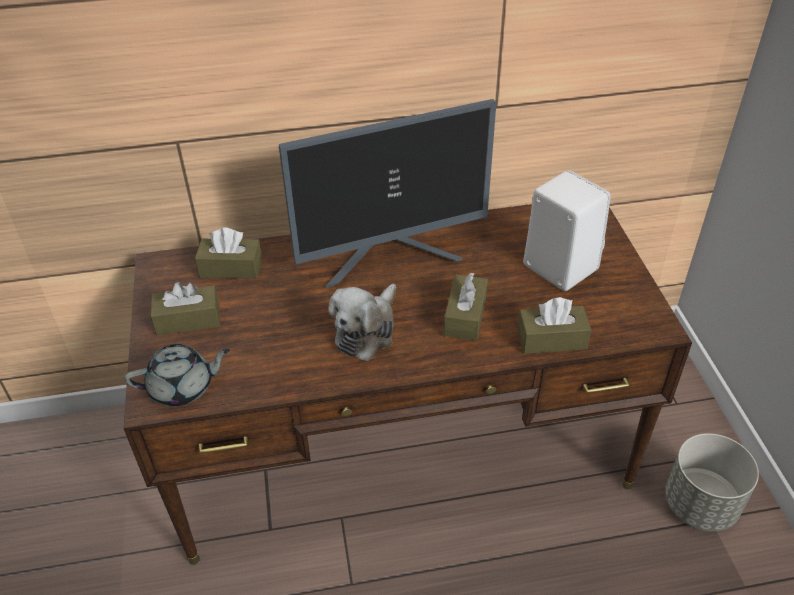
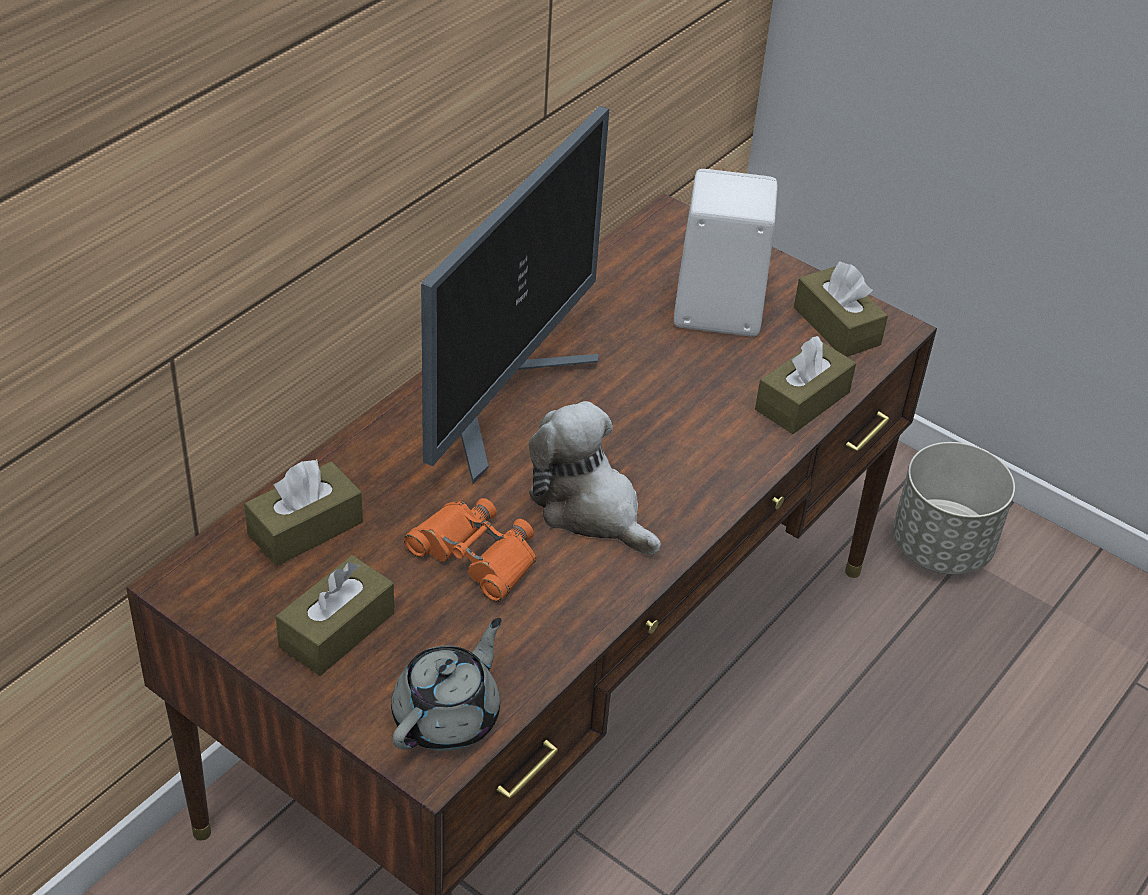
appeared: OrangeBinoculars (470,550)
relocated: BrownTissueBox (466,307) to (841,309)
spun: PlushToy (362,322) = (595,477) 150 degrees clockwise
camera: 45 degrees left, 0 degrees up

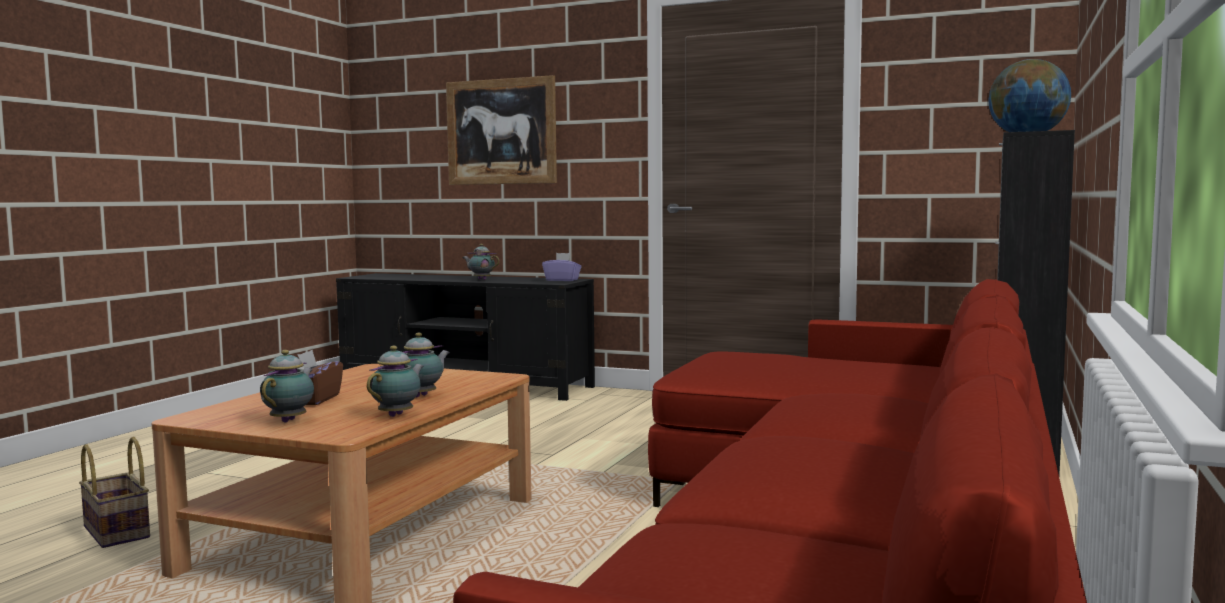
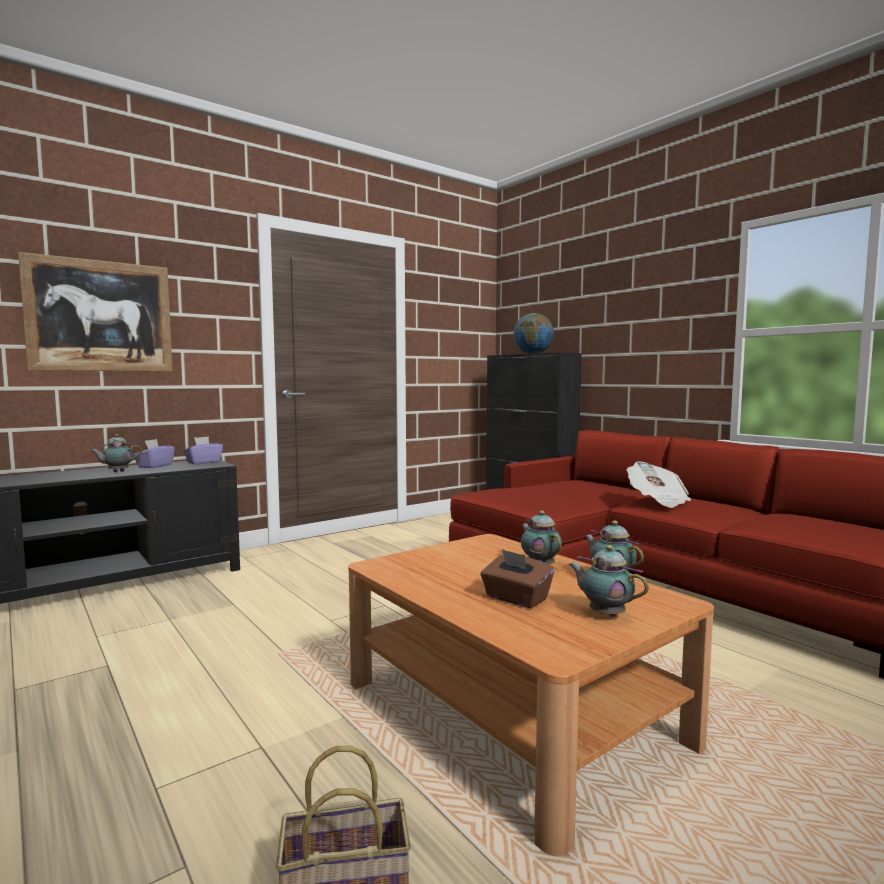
appeared: PurpleTissueBox (154,453); Newspaper (659,484)
camera: 60 degrees left, 0 degrees up

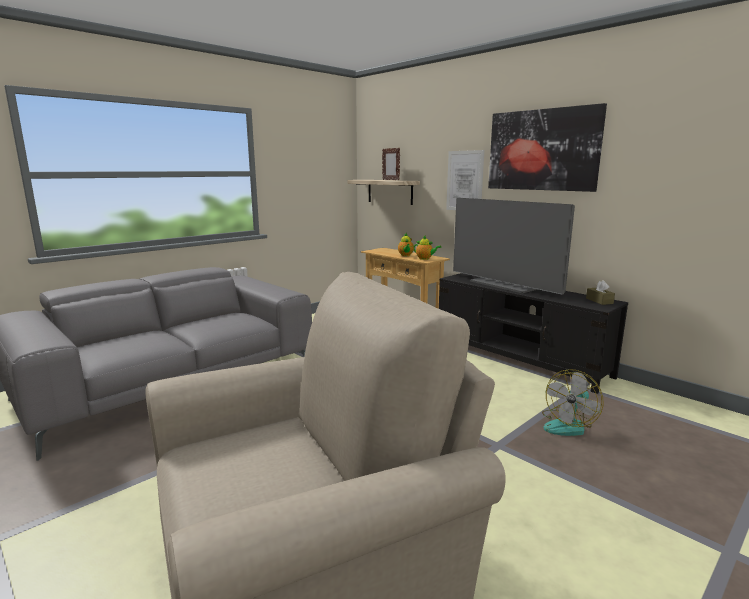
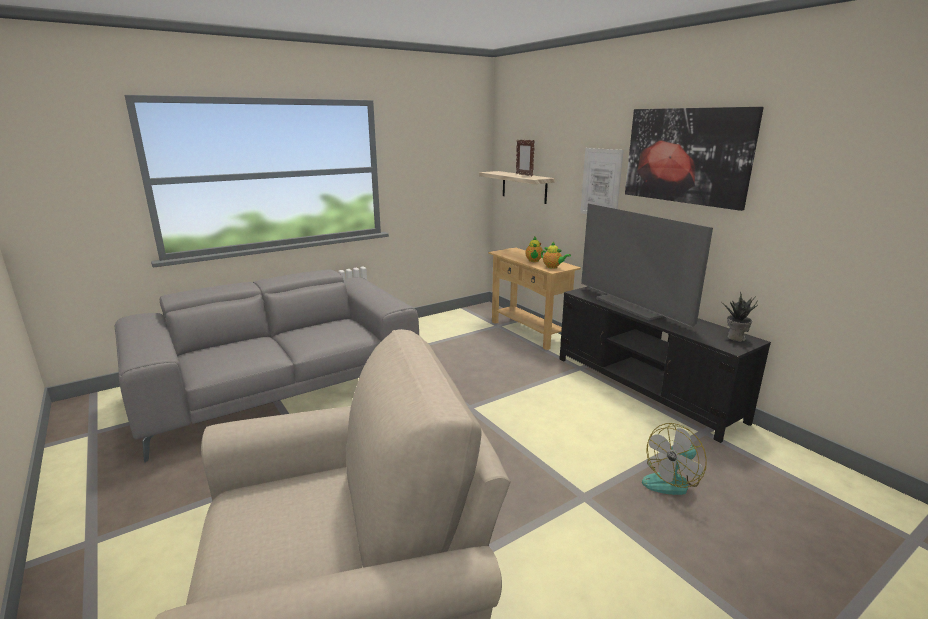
exchanged: BrownTissueBox (600,293) to PottedPlant (740,316)
camera: 10 degrees right, 5 degrees up

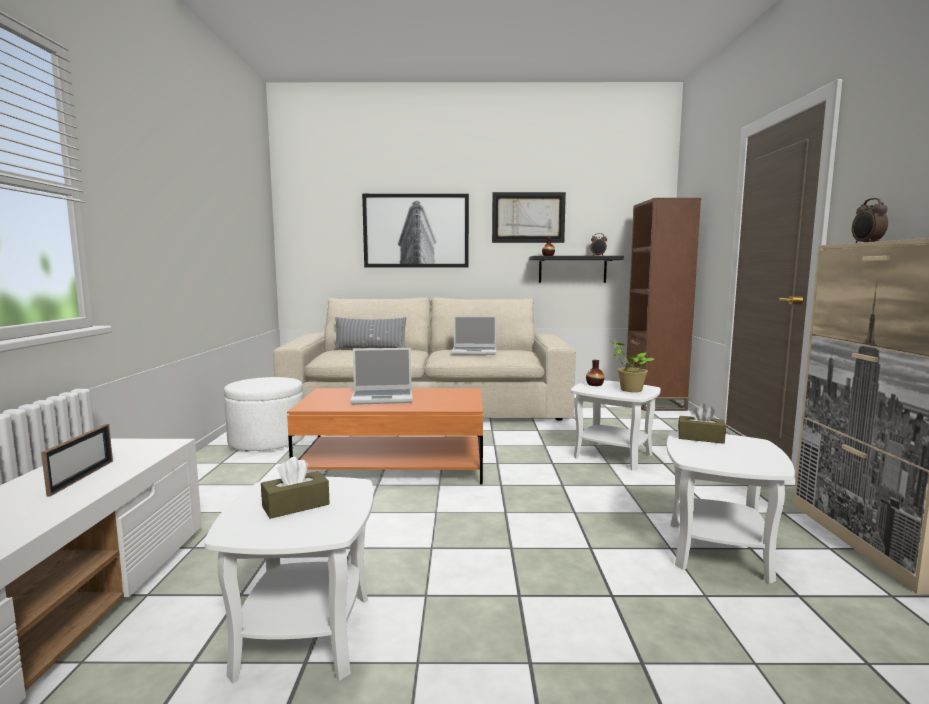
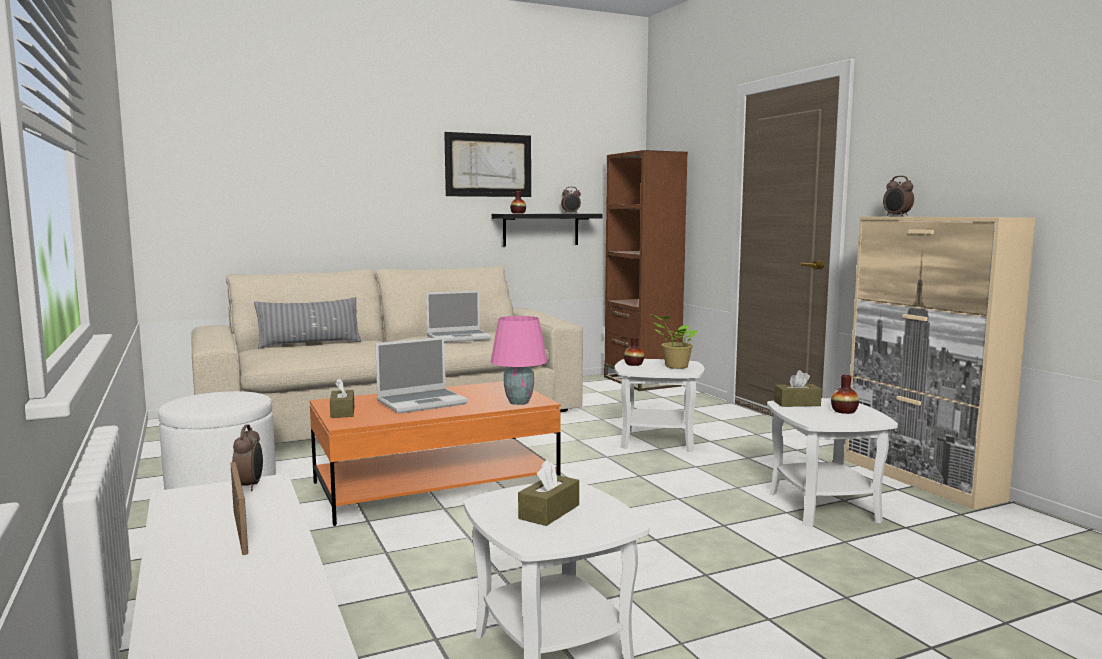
missing: Picture (415,230)
appeared: AlarmClock (247,457); BrownTissueBox (342,398); PinkTableLamp (519,360); Vase (845,394)
camera: 25 degrees left, 0 degrees up

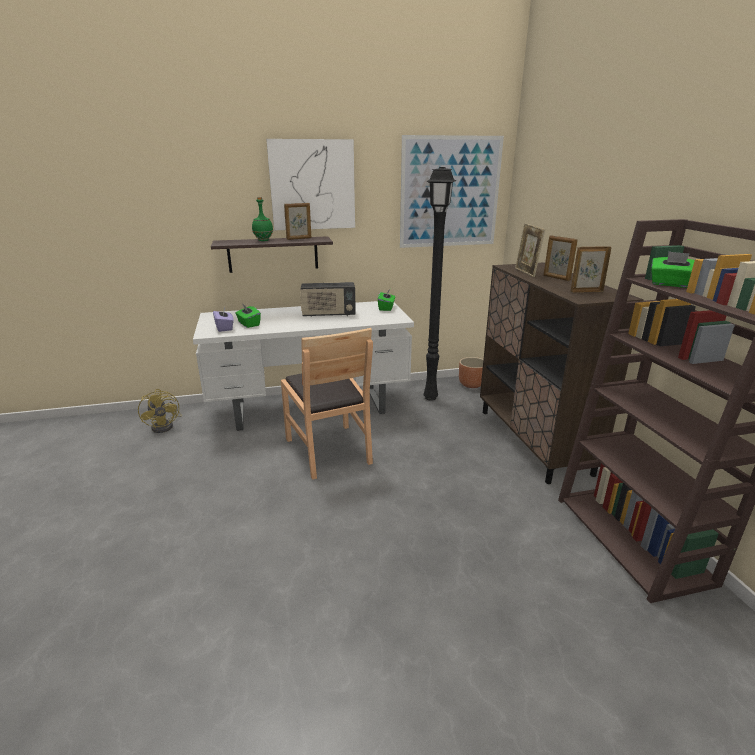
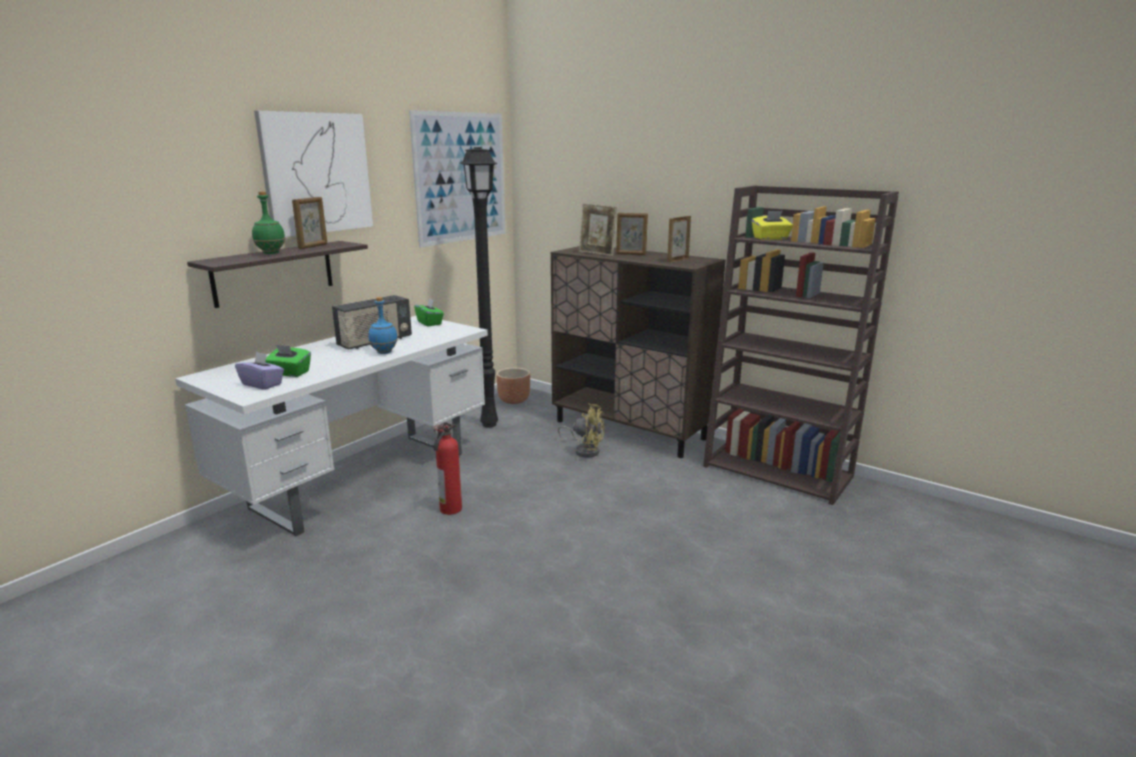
appeared: BlueBottle (383,325)
relocated: YellowFan (160,411) to (581,430)
exchanged: BrownChair (327,404) to FireExtinguisher (448,468)
colour: GreenTissueBox (673,269) to YellowTissueBox (772,225)
camera: 40 degrees left, 5 degrees down

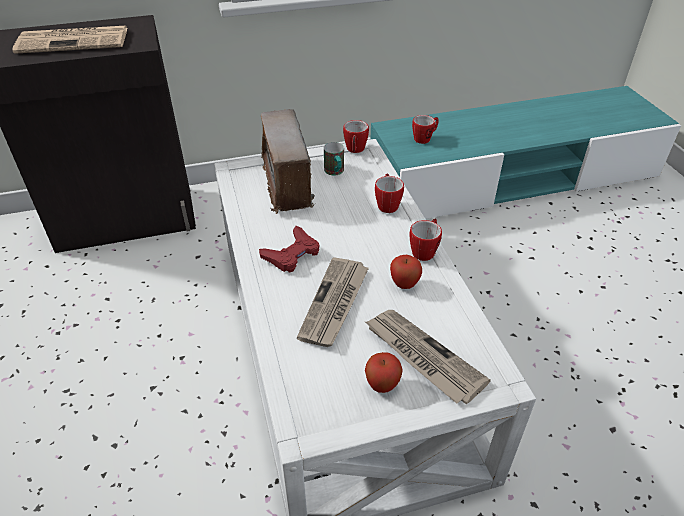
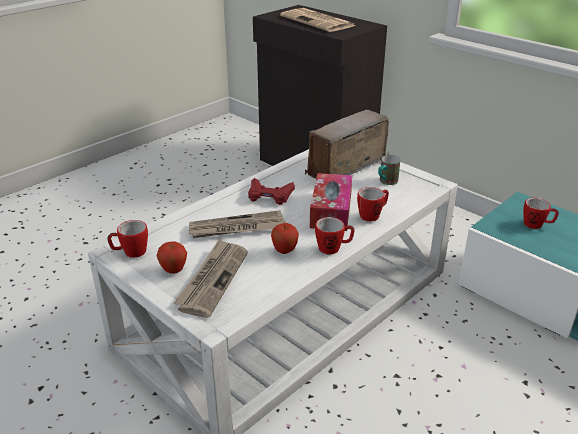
appeared: TissueBox (331,202)
relocated: Mug (356,136) to (127,239)
camera: 60 degrees right, 10 degrees down

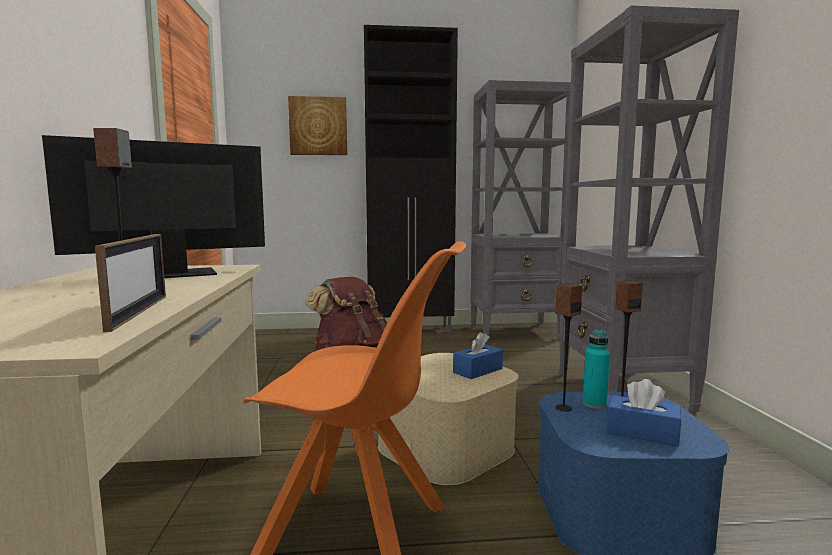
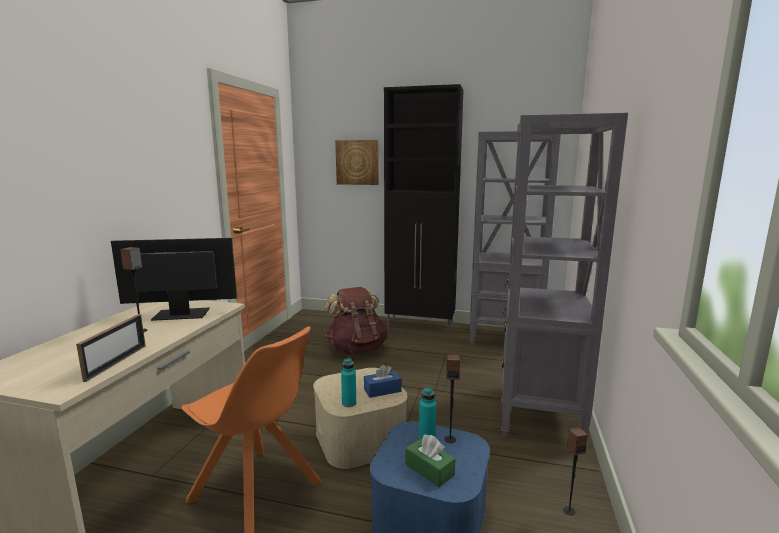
appeared: TurquoiseBottle (348,382)
relocated: Speaker (568,347) to (575,471)
colour: BlueTissueBox (644,413) to GreenTissueBox (430,461)
camera: 20 degrees right, 5 degrees up

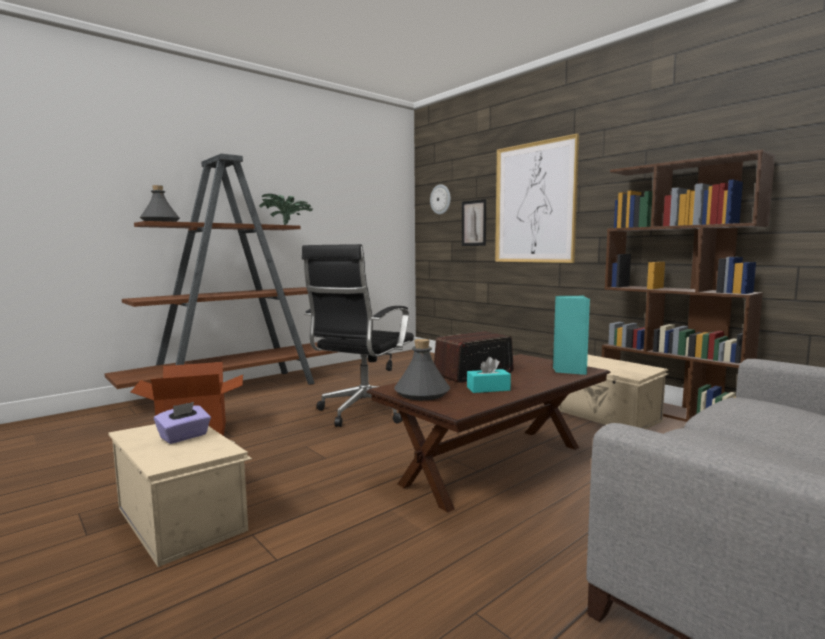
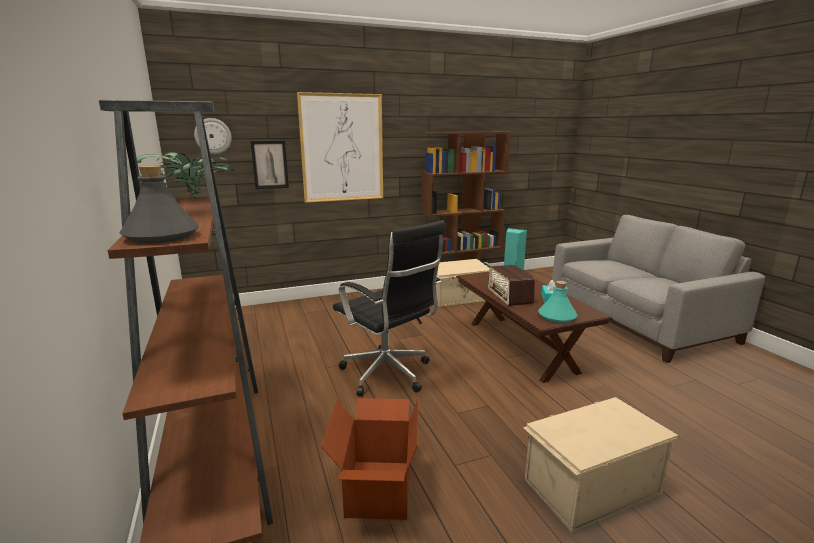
missing: PurpleTissueBox (182,423)
colour: GreyBottle (422,369) to TurquoiseBottle (557,302)
camera: 70 degrees left, 10 degrees up

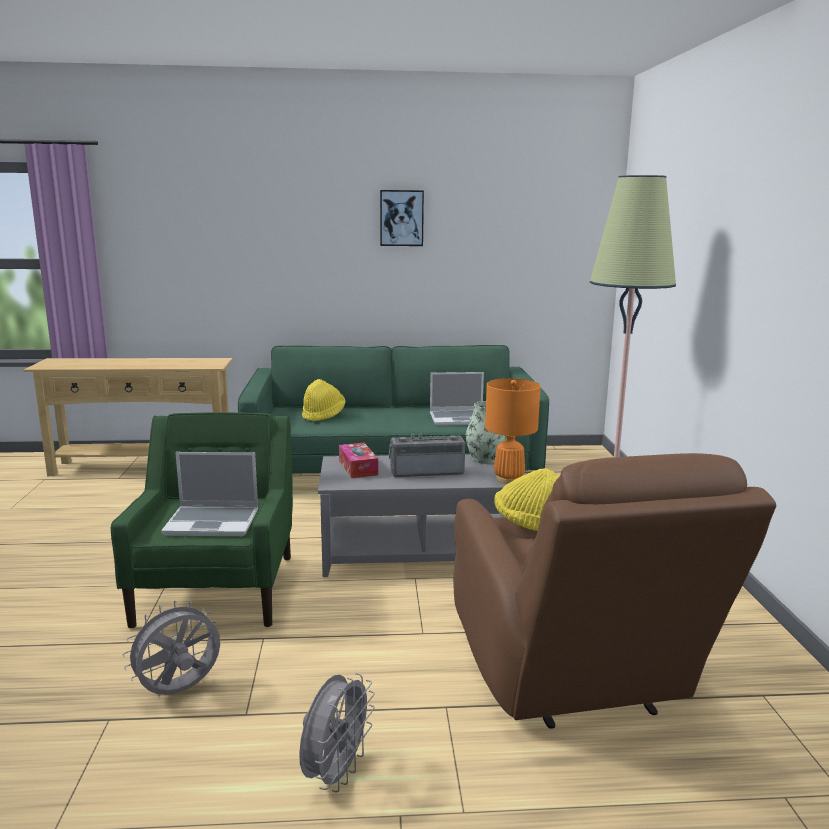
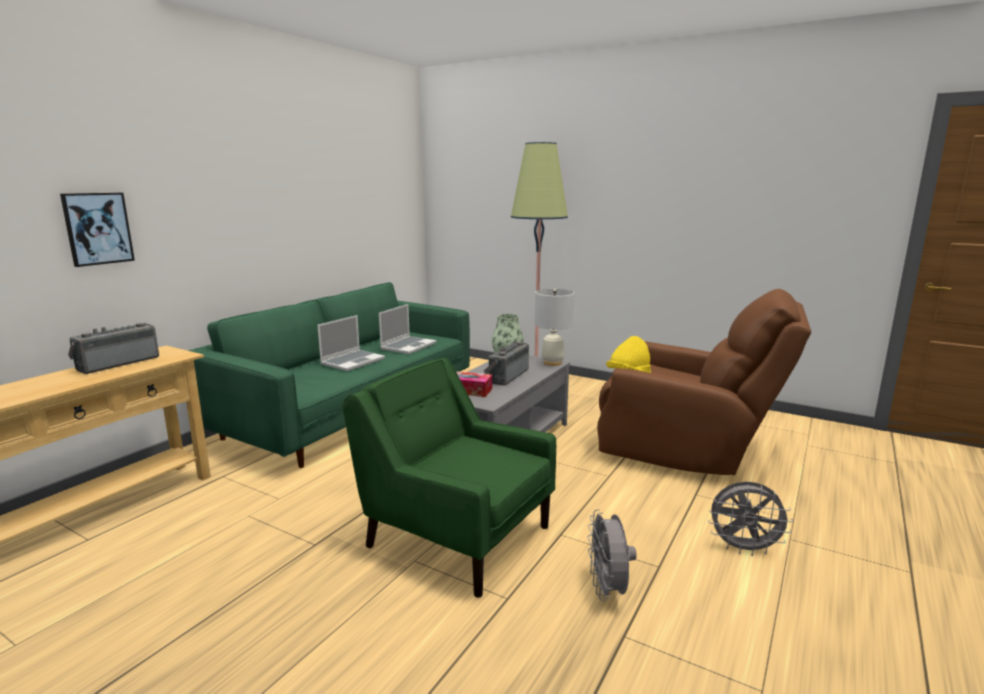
missing: YellowHat (324,400)
appeared: Radio (113,348)
relocated: Picture (402,218) to (97,230); Laptop (209,494) to (351,343)
colour: OrangeTableLamp (513,431) to WhiteTableLamp (554,327)
spun: GreyFan (337,732) = (751,519) 135 degrees clockwise
camera: 55 degrees left, 0 degrees up

